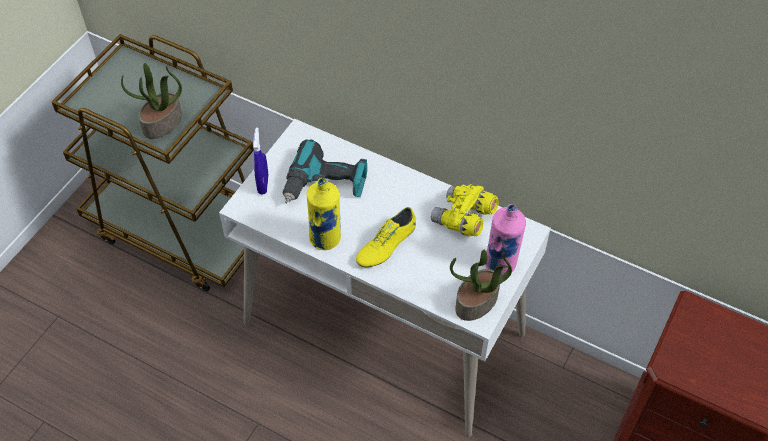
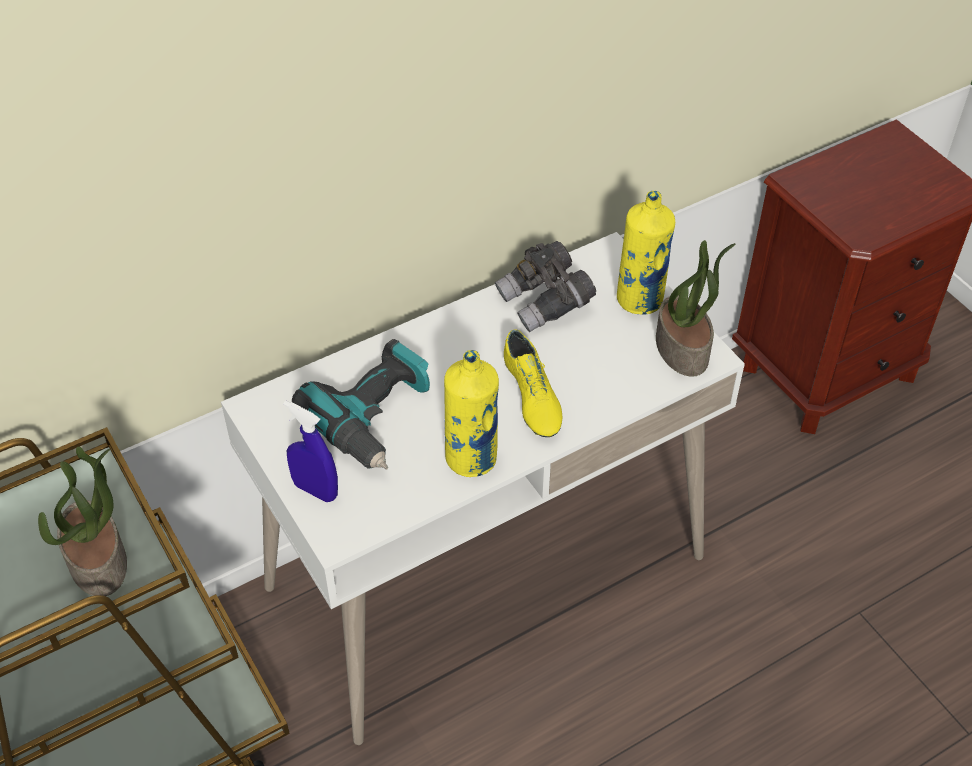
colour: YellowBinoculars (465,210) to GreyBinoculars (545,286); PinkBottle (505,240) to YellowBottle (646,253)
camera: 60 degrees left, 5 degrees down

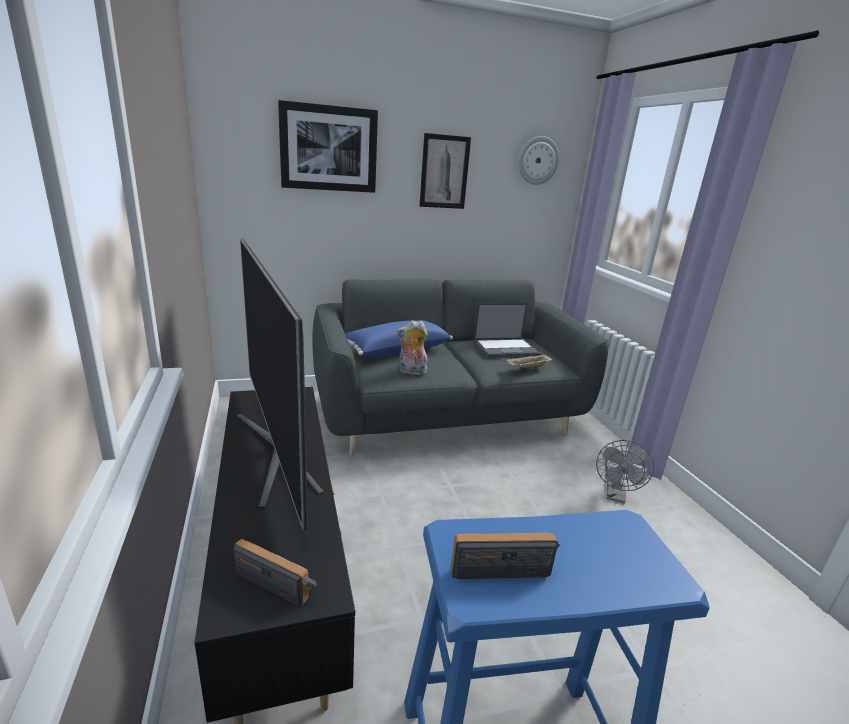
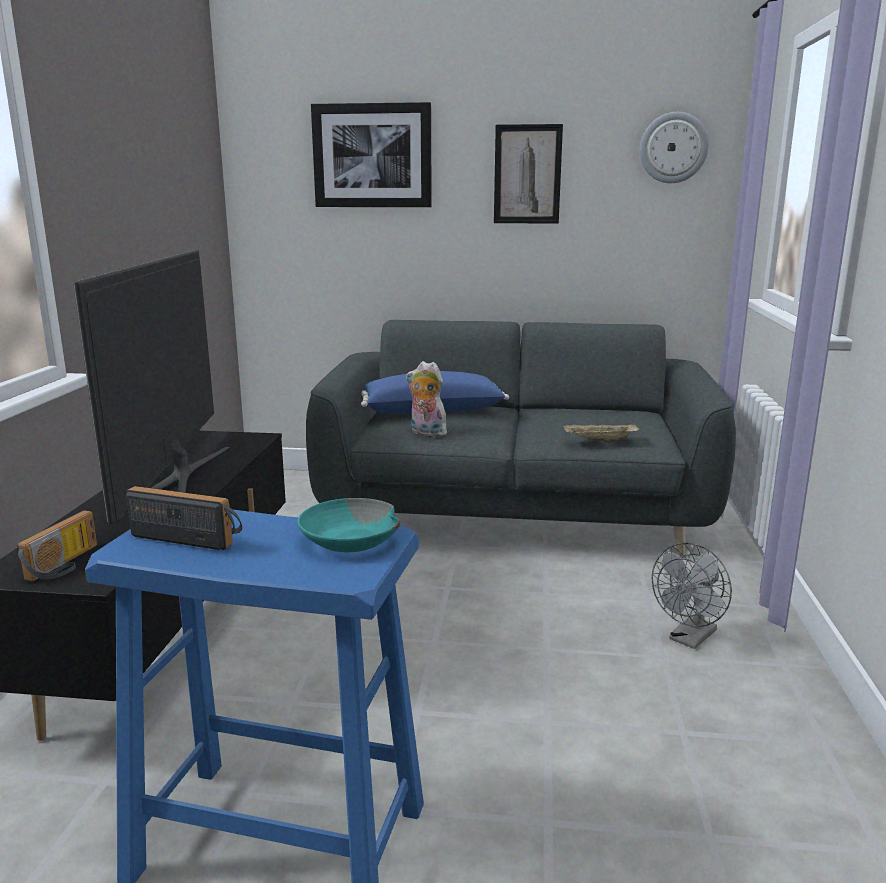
missing: Laptop (507,330)
appeared: TurquoiseBowl (349,525)
spun: Radio (275,572) = (57,546) 60 degrees clockwise
camera: 25 degrees right, 5 degrees down

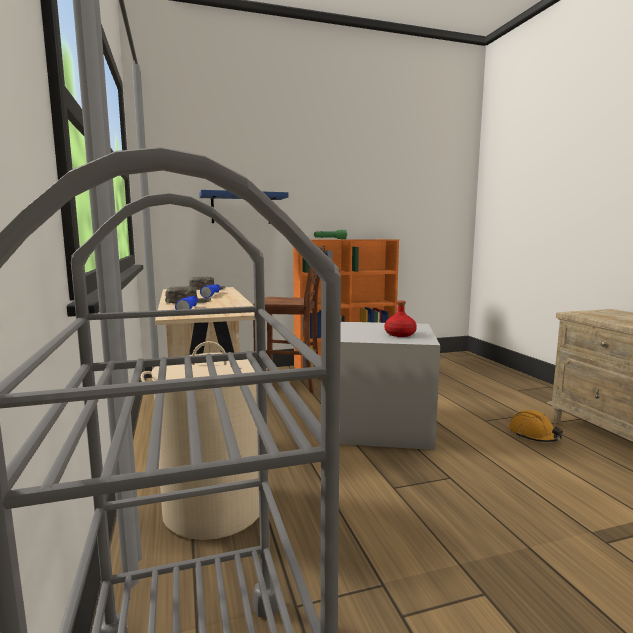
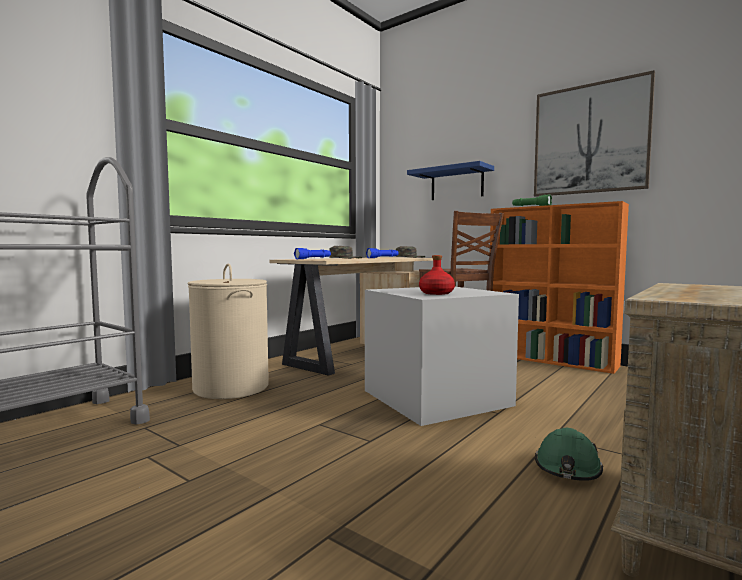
appeared: Picture (594,133)
colour: OrangeHardHat (536,426) to GreenHardHat (569,454)
camera: 55 degrees right, 5 degrees down

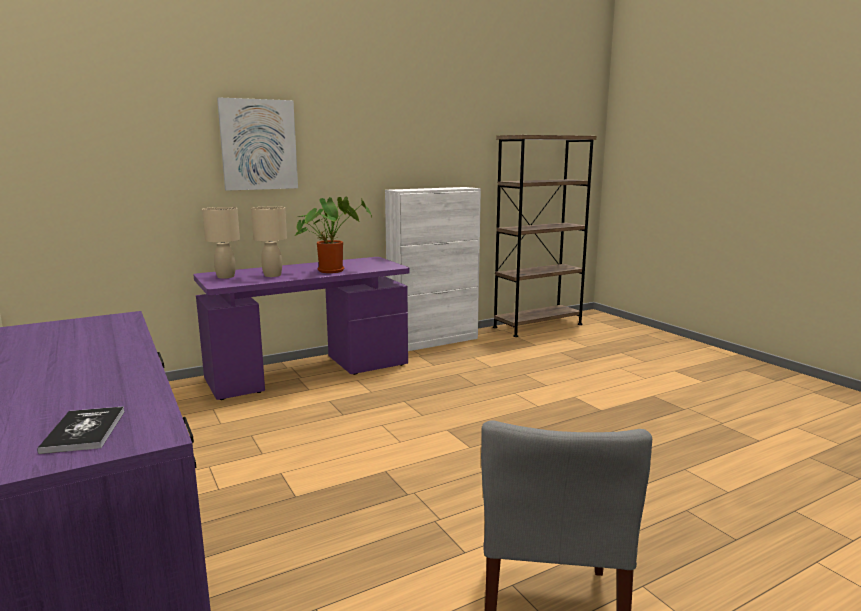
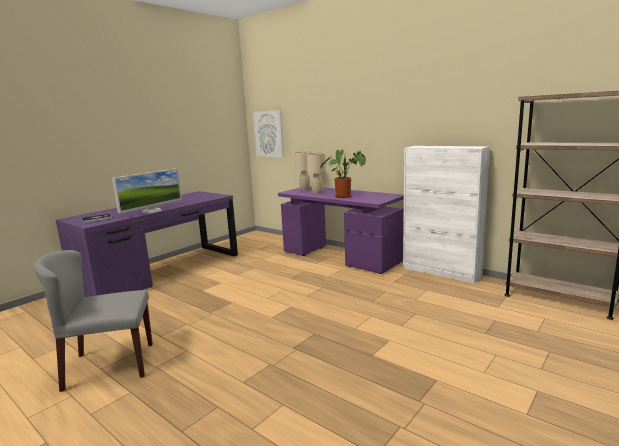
appeared: Monitor (147,191)
relocated: Picture (257,144) to (268,133)
camera: 70 degrees right, 0 degrees up

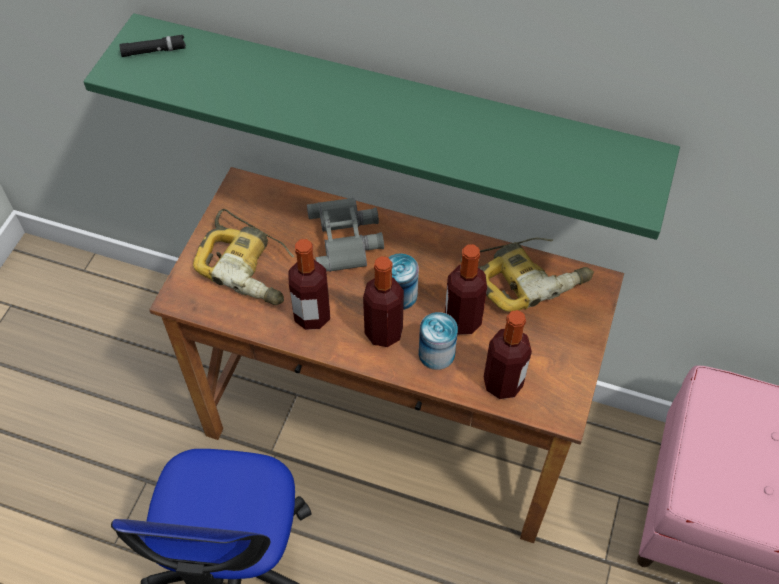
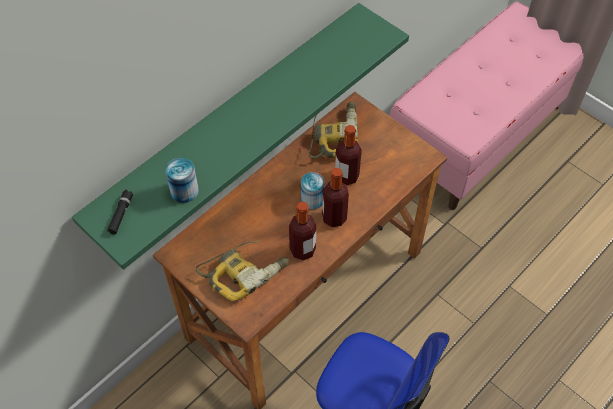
missing: GreyBinoculars (345,235); Bottle (508,354)
relocated: Can (438,341) to (182,180)
camera: 65 degrees left, 0 degrees up

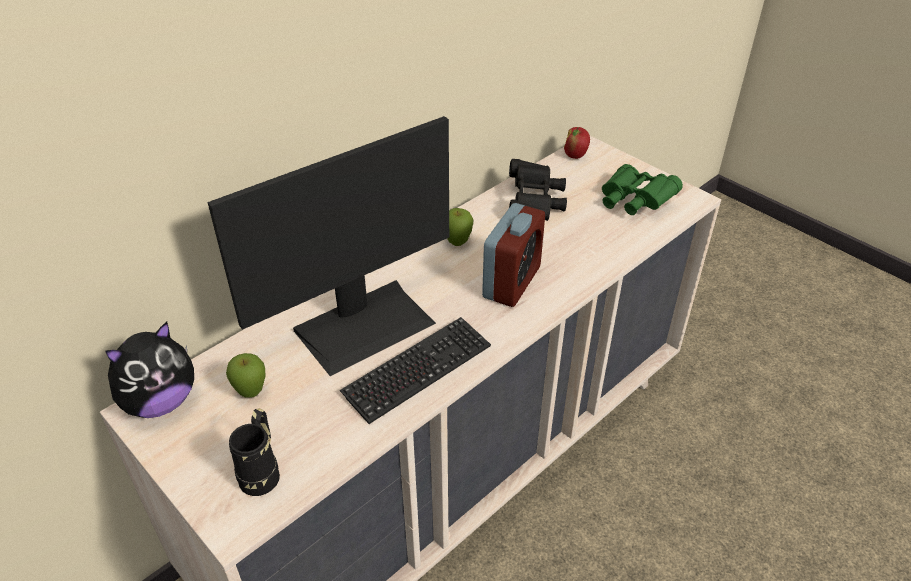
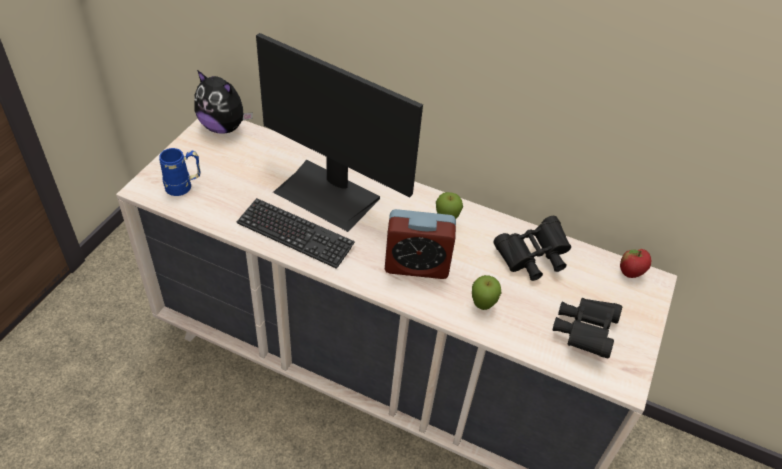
relocated: Apple (246,375) to (486,292)
colour: BlackMug (254,452) to BlueMug (180,172); GreenBinoculars (642,189) to BlackBinoculars (587,328)
camera: 65 degrees right, 5 degrees up

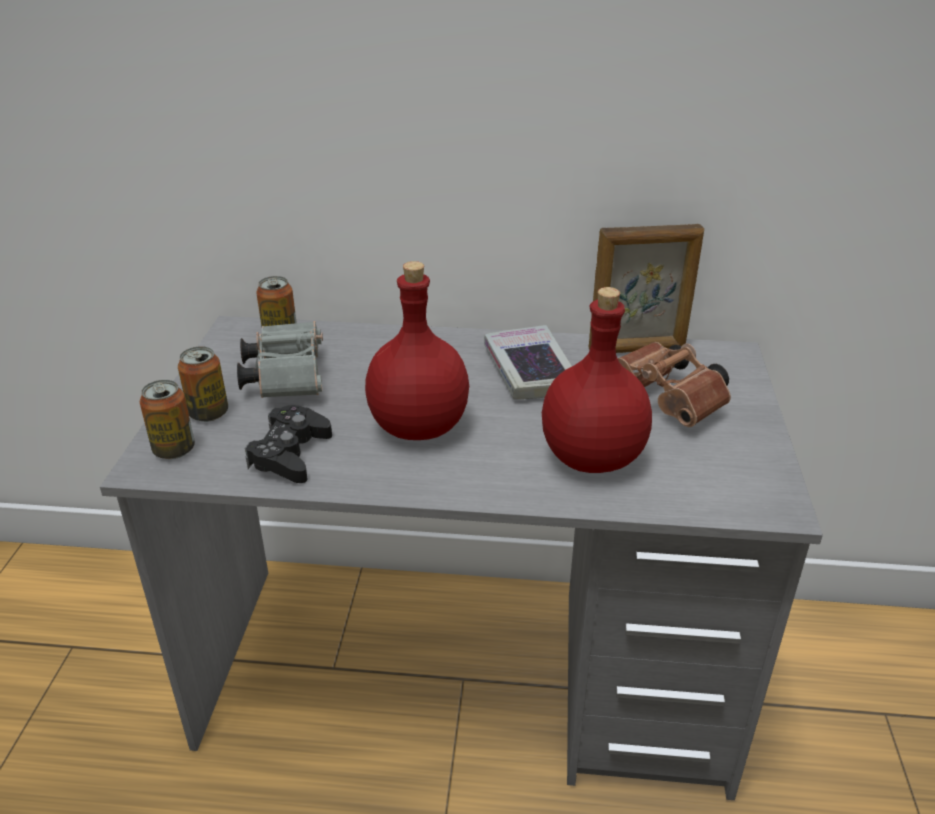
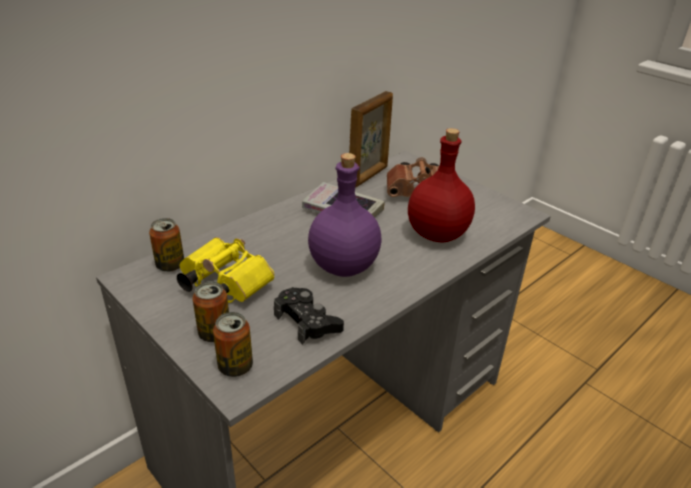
colour: GreyBinoculars (280,359) to YellowBinoculars (225,270); RedBottle (417,350) to PurpleBottle (345,215)
camera: 50 degrees left, 0 degrees up

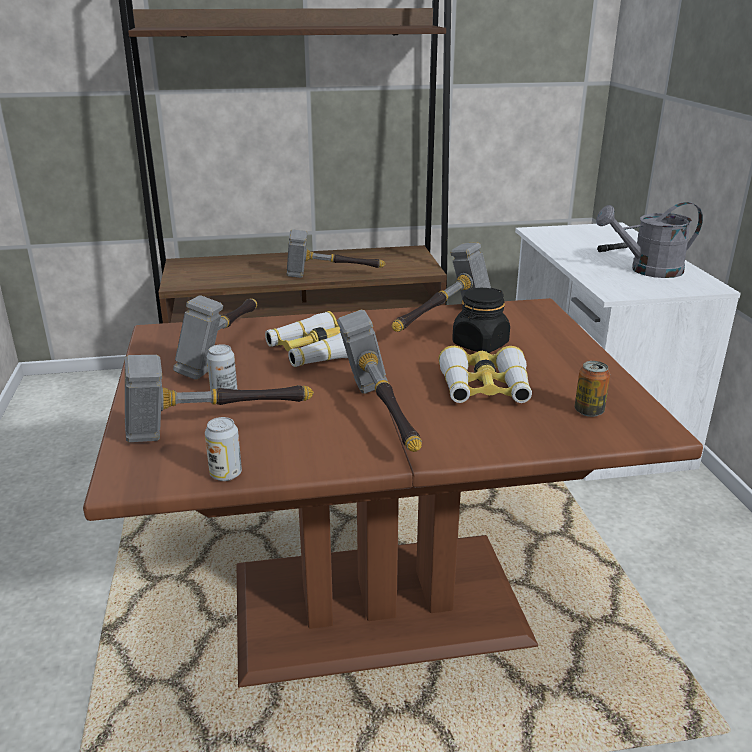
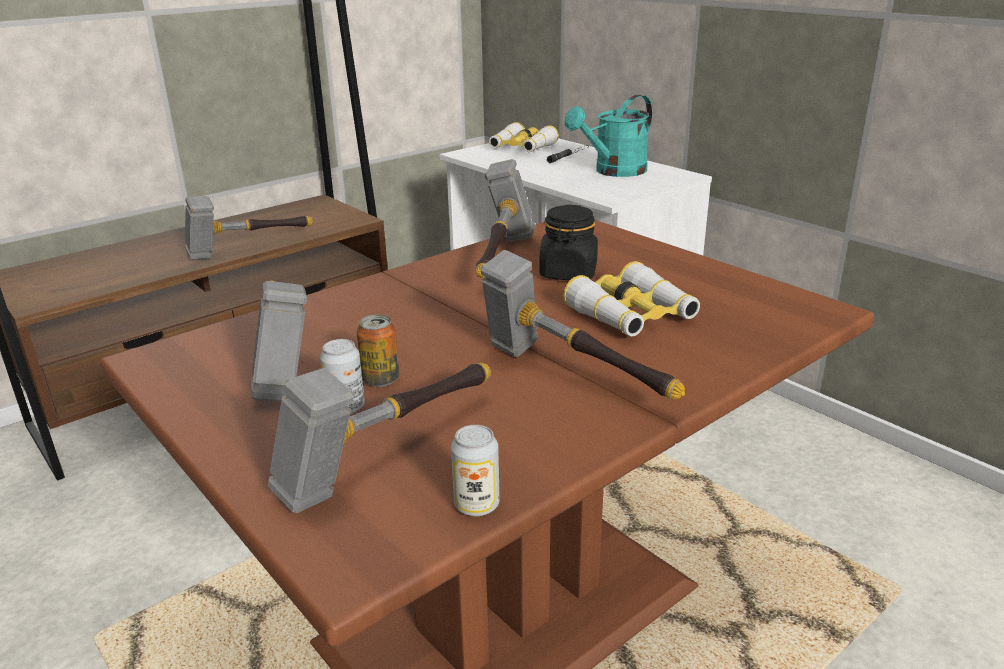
relocated: Can (592,389) to (378,351); Binoculars (306,339) to (524,137)
colour: GreyWateringCan (649,240) to TurquoiseWateringCan (608,136)
camera: 30 degrees left, 0 degrees up

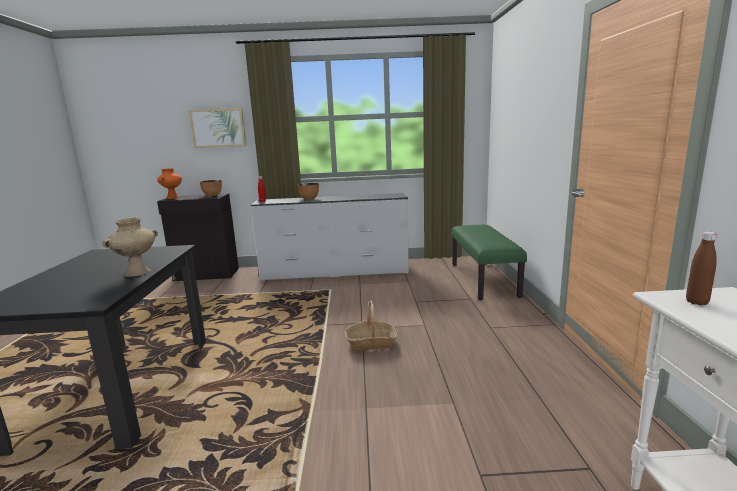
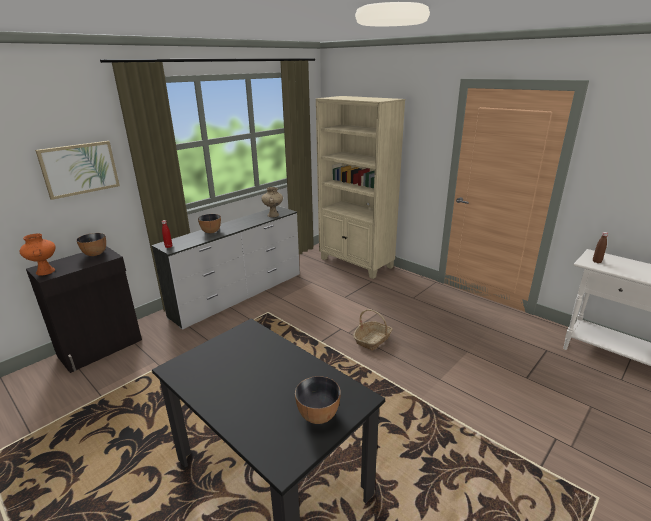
appeared: Bowl (318,400)
relocated: BeigeVase (130,247) to (272,202)
exchanged: GreenBench (489,262) to BeigeBookcase (360,187)
camera: 45 degrees left, 10 degrees up

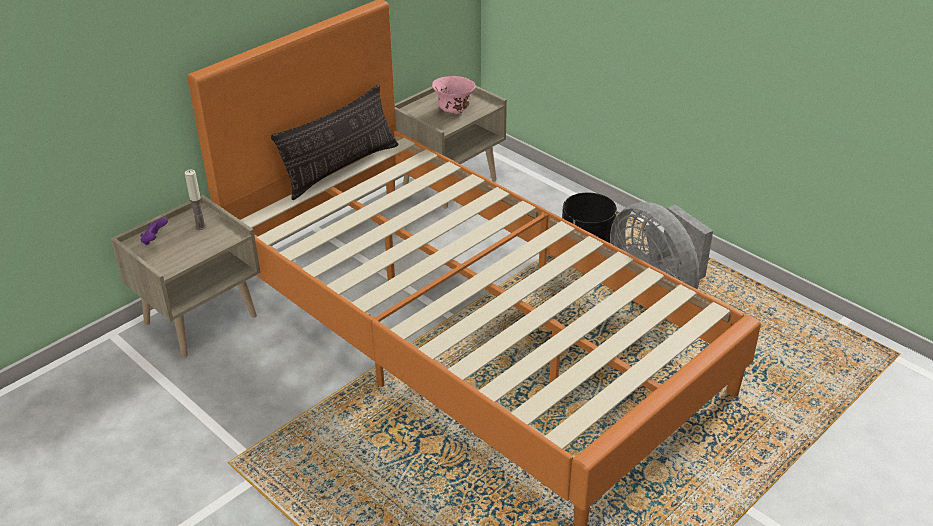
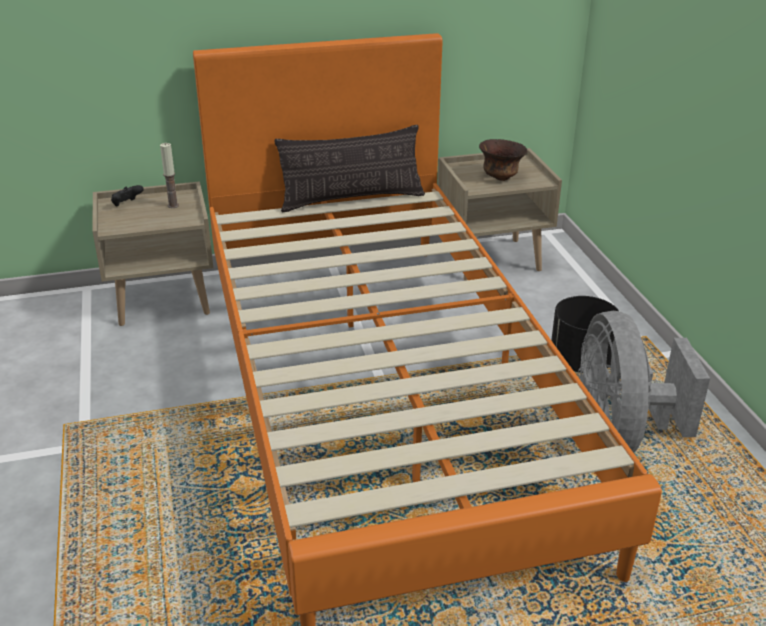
colour: PurpleGameController (154,231) to BlackGameController (127,195); PinkBowl (454,95) to BrownBowl (503,160)
camera: 30 degrees right, 5 degrees down

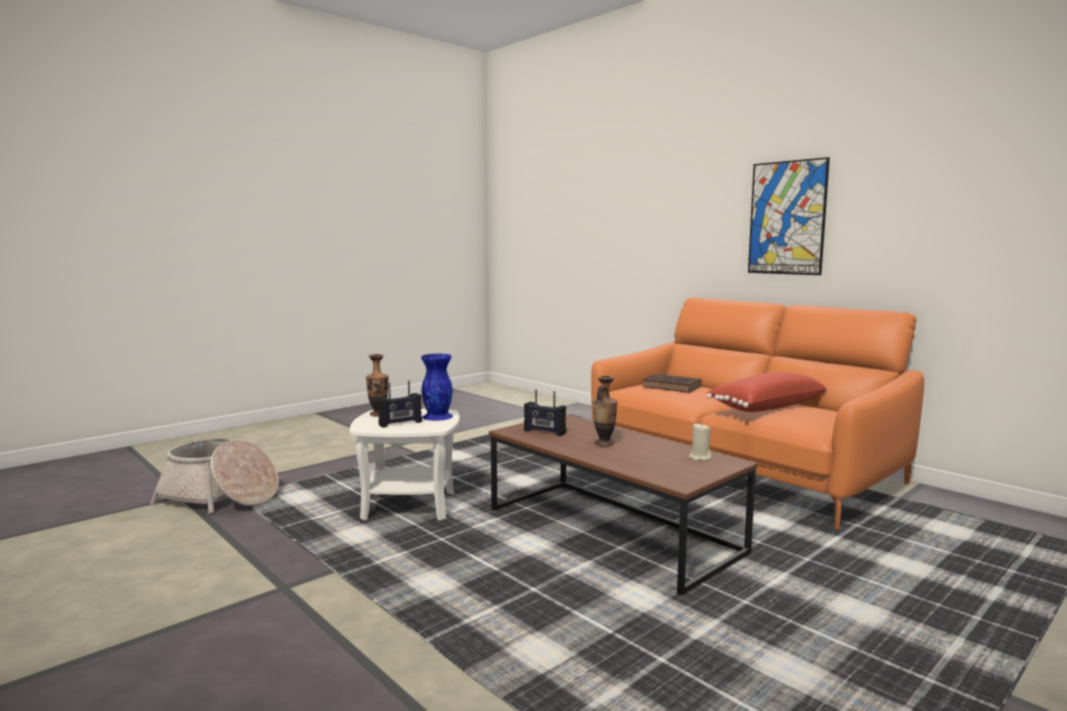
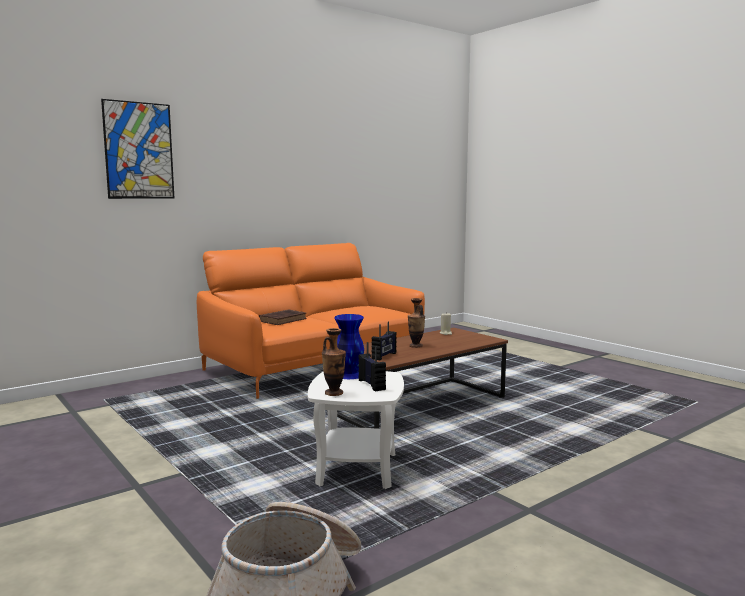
missing: RedPillow (767,392)
relocated: Picture (789,216) to (137,149)
camera: 85 degrees left, 0 degrees up

